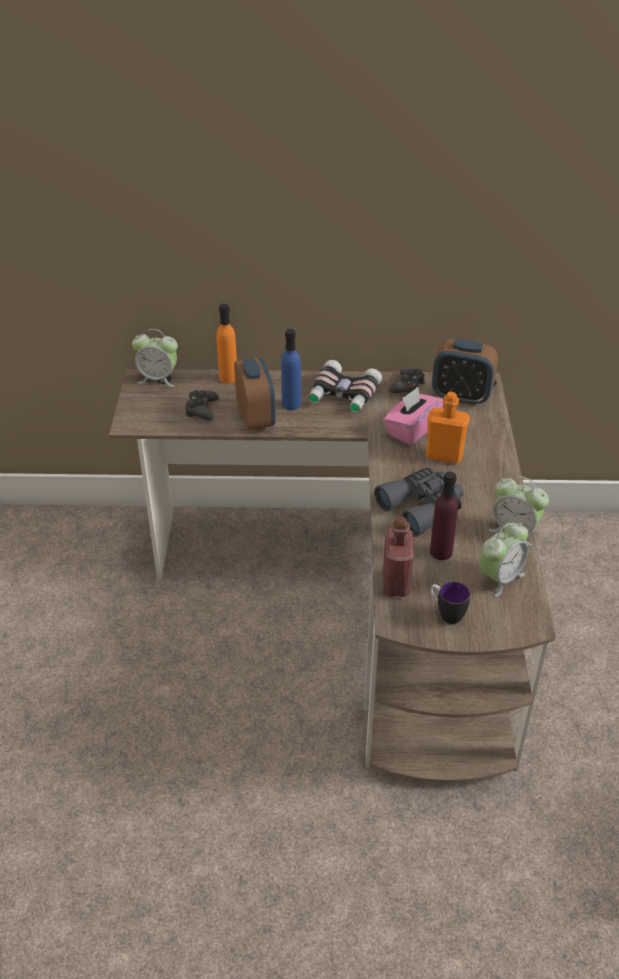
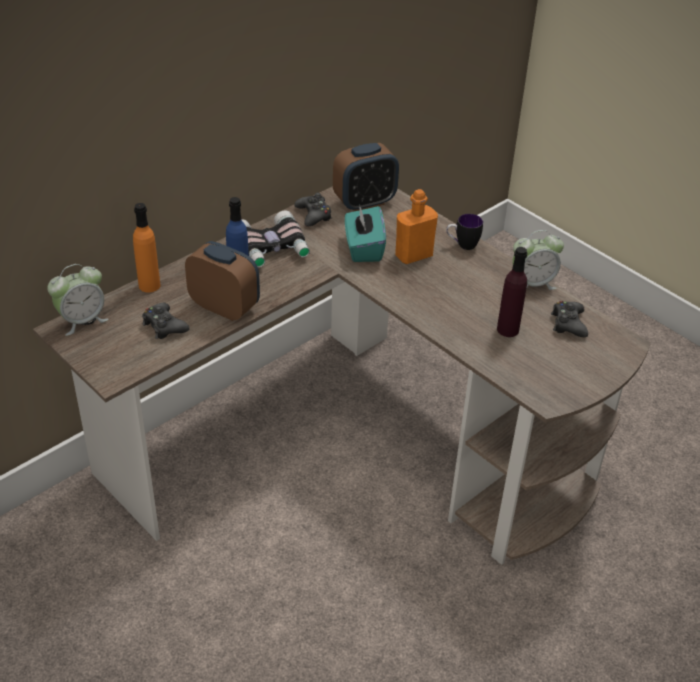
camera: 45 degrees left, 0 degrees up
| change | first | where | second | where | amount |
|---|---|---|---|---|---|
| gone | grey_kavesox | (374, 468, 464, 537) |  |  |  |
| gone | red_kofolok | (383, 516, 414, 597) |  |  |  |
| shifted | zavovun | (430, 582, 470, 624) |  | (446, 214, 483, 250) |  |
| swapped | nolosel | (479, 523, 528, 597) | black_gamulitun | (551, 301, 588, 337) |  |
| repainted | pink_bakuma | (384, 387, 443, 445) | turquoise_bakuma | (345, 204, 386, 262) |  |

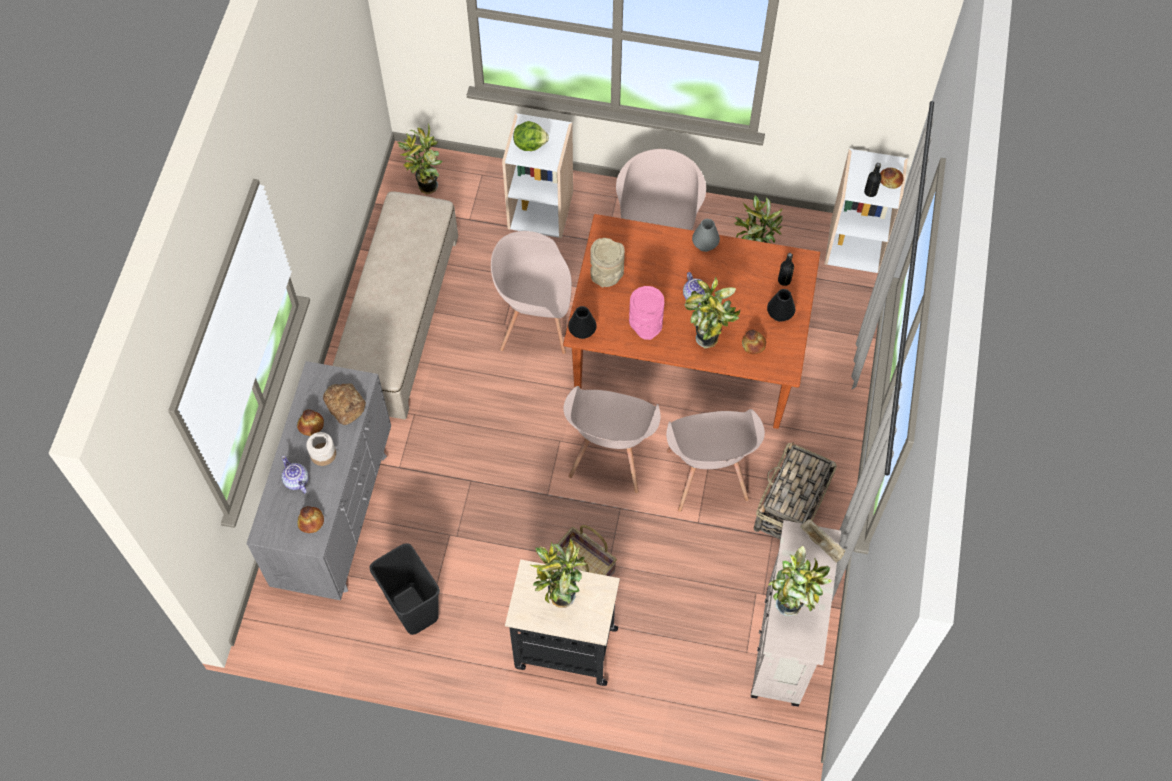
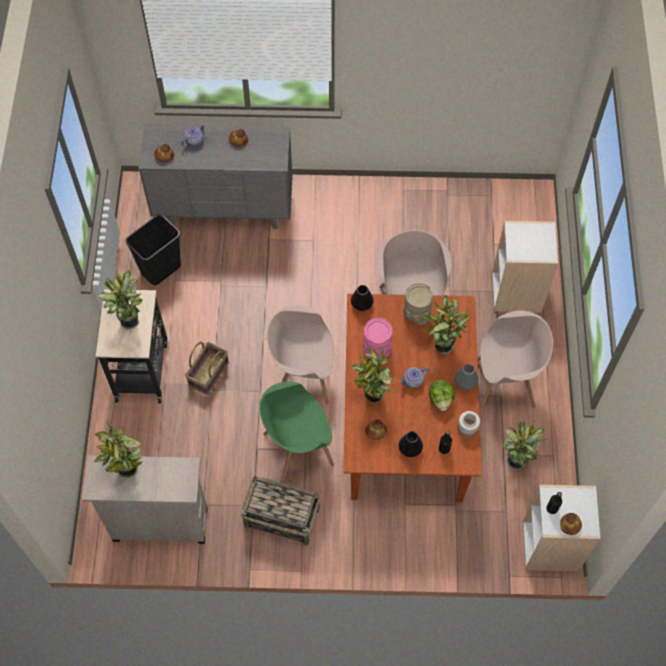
camera: 80 degrees right, 0 degrees up
| change | first | where | second | where | amount |
|---|---|---|---|---|---|
| gone | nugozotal | (323, 383, 366, 425) |  |  |  |
| gone | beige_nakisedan | (332, 191, 458, 420) |  |  |  |
| gone | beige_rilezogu | (800, 519, 845, 563) |  |  |  |
| shifted | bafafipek | (306, 432, 336, 466) |  | (457, 411, 480, 438) |  |
| shifted | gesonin | (397, 123, 443, 194) |  | (424, 294, 470, 354) |  |
| shifted | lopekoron | (513, 121, 549, 151) |  | (429, 380, 455, 411) |  |
| repainted | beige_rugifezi | (666, 409, 765, 512) | green_rugifezi | (260, 382, 334, 483) |  |

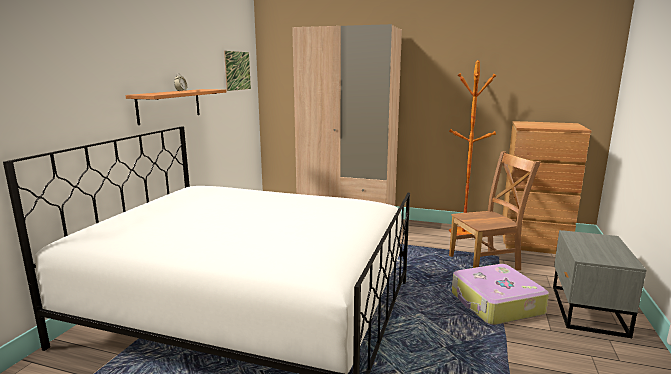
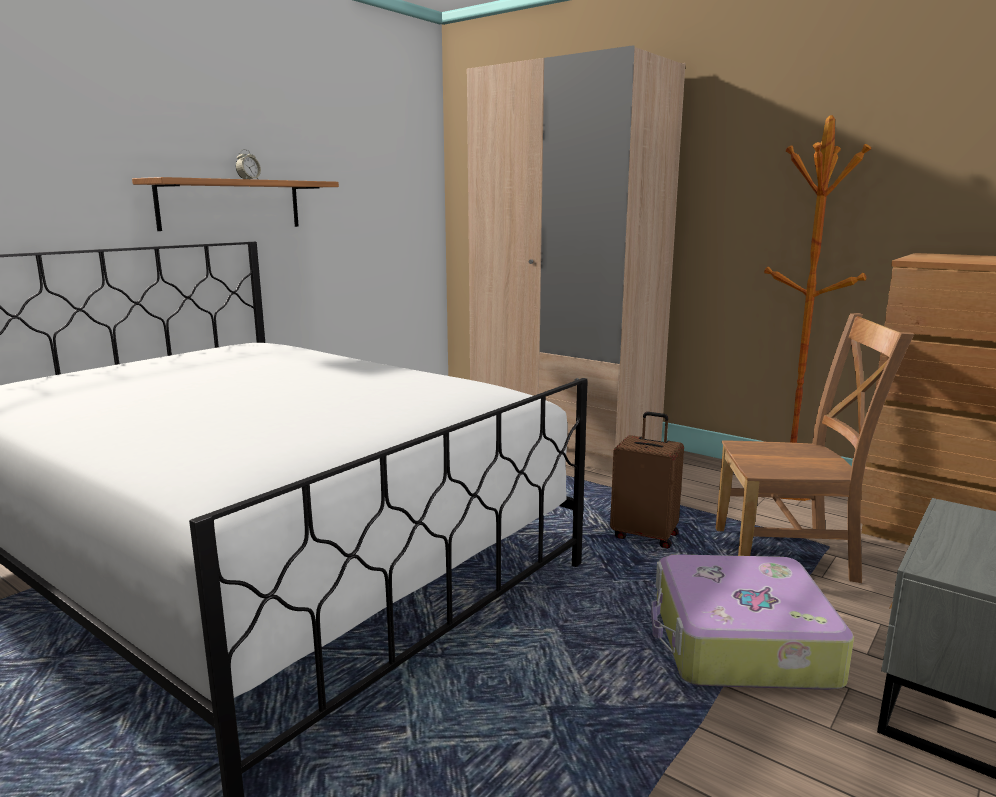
camera: 20 degrees right, 0 degrees up
| change | first | where | second | where | amount |
|---|---|---|---|---|---|
| gone | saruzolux | (224, 51, 251, 91) |  |  |  |
| new |  |  | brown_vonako | (610, 412, 684, 549) |  |

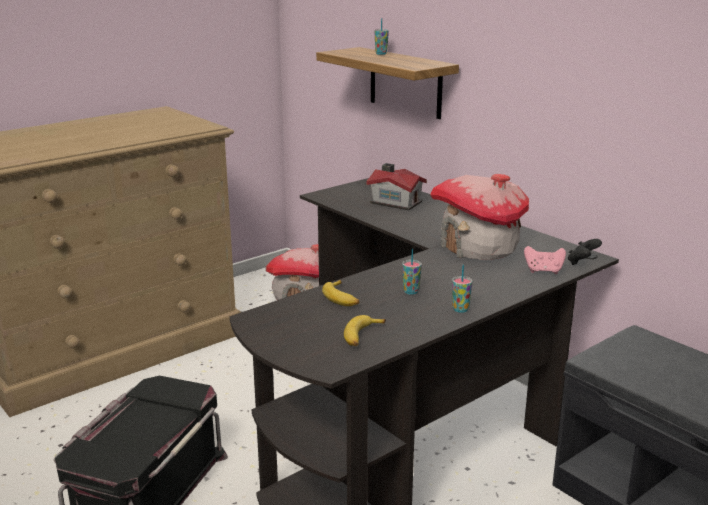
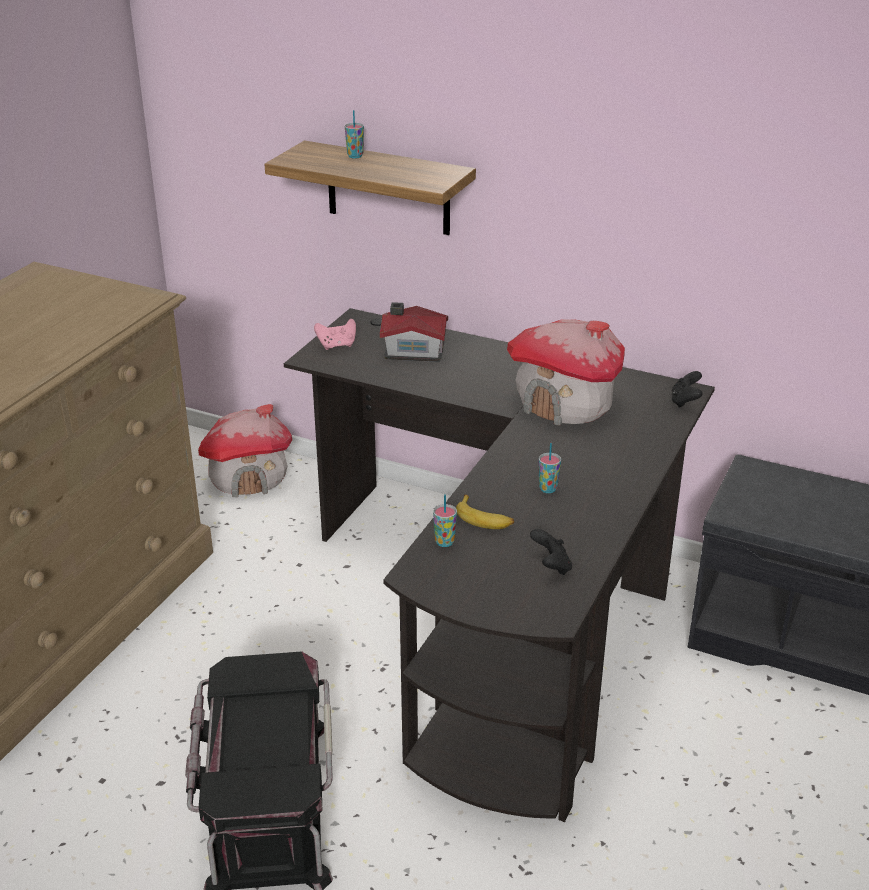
camera: 25 degrees left, 10 degrees up
| change | first | where | second | where | amount |
|---|---|---|---|---|---|
| shifted | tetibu | (452, 265, 472, 313) |  | (433, 494, 457, 547) |  |
| shifted | pink_gamulitun | (524, 246, 566, 274) |  | (314, 319, 356, 350) |  |
| swapped | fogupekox | (344, 315, 386, 346) | black_gamulitun | (530, 529, 572, 575) |  |

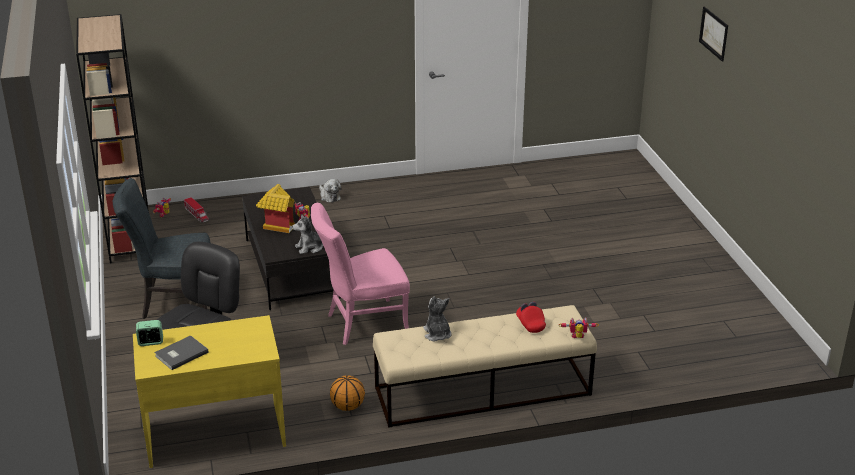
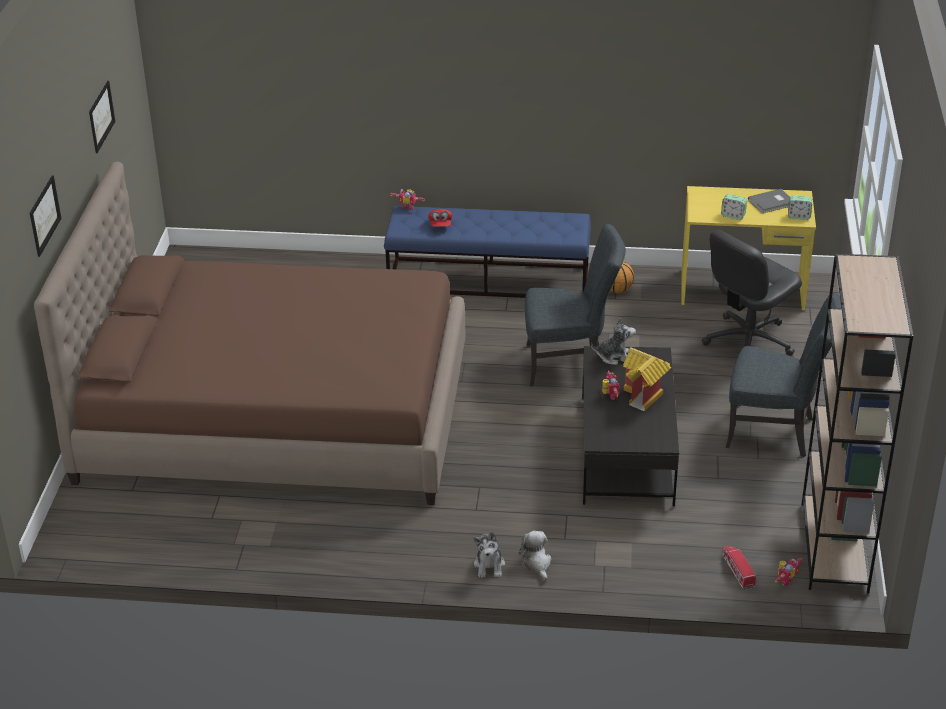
camera: 160 degrees left, 5 degrees up
| change | first | where | second | where | amount |
|---|---|---|---|---|---|
| new |  |  | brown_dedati | (34, 161, 466, 505) |  |
| new |  |  | saruzolux | (89, 81, 115, 153) |  |
| new |  |  | nolosel | (721, 194, 747, 220) |  |
| shifted | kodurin | (423, 296, 452, 342) |  | (473, 532, 505, 578) |  |
| repainted | pink_rugifezi | (311, 203, 410, 345) | grey_rugifezi | (525, 224, 626, 386) |  |
| repainted | beige_nakisedan | (373, 305, 597, 428) | blue_nakisedan | (384, 206, 591, 298) |  |

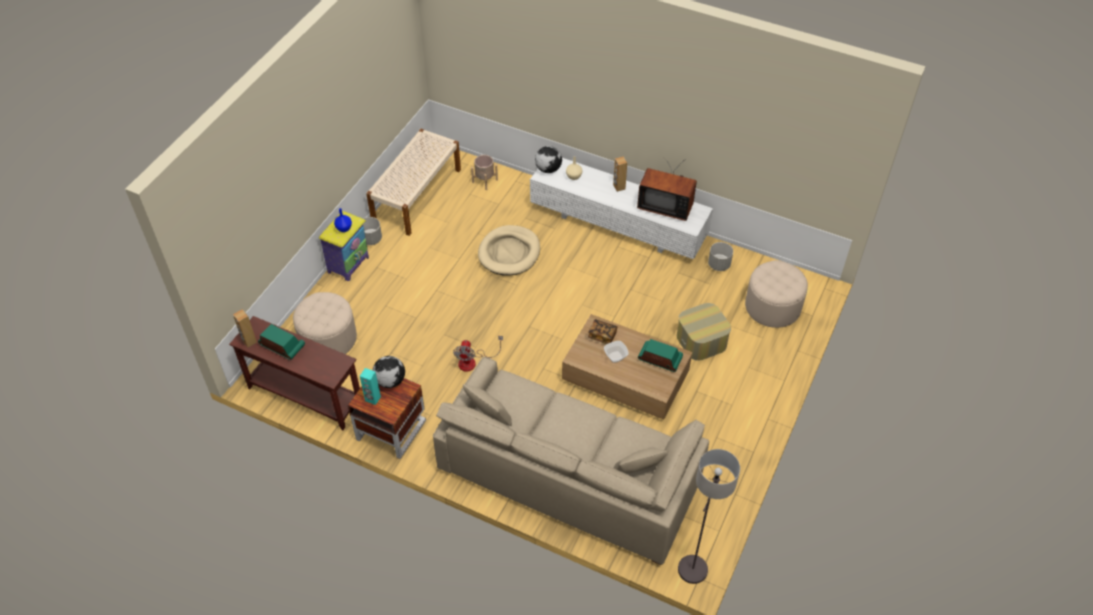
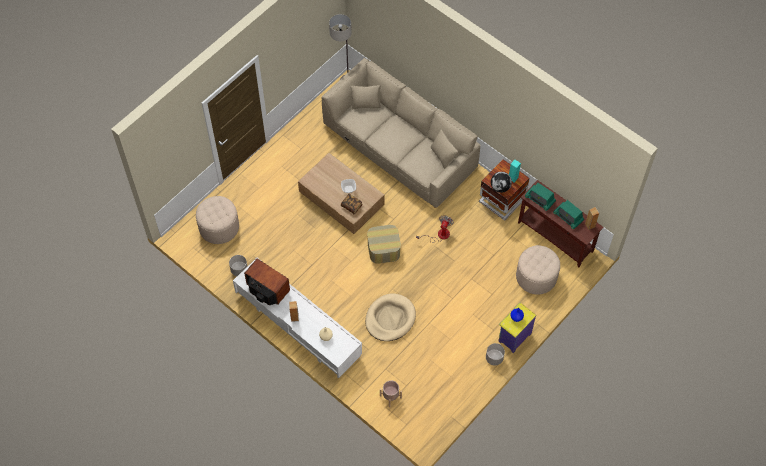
camera: 165 degrees left, 10 degrees up
| change | first | where | second | where | amount |
|---|---|---|---|---|---|
| gone | beige_nakisedan | (366, 129, 461, 236) |  |  |  |
| gone | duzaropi | (535, 146, 562, 173) |  |  |  |
| shifted | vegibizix | (638, 339, 683, 372) |  | (525, 183, 556, 211) |  |
| shifted | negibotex | (676, 303, 731, 361) |  | (367, 225, 401, 264) |  |

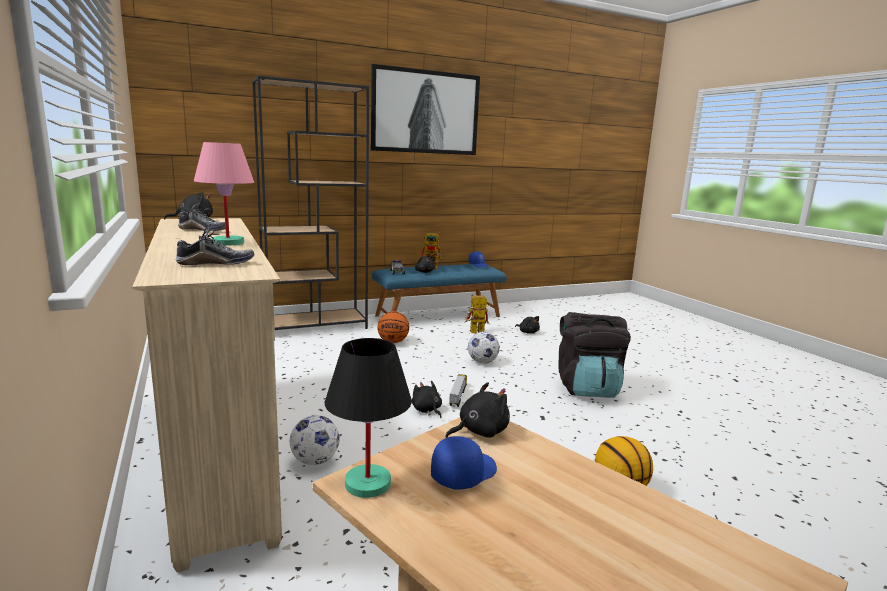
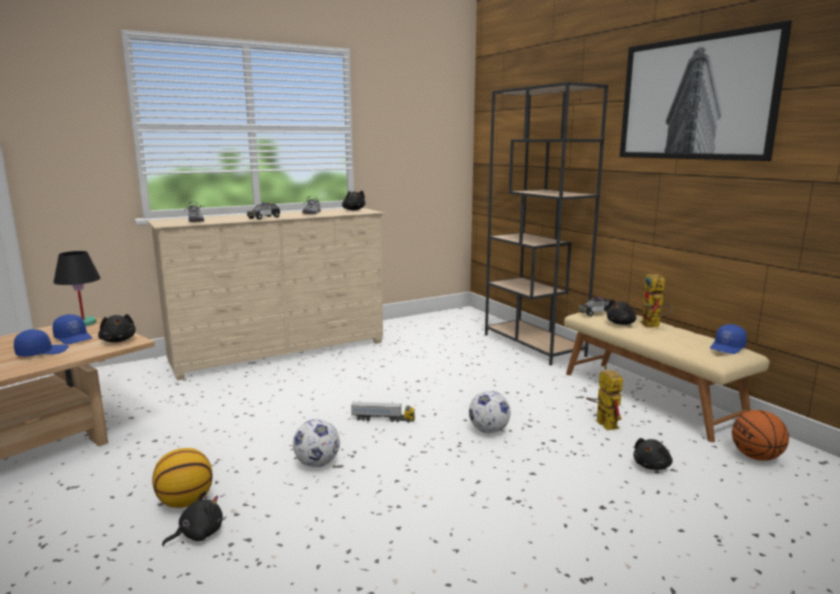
camera: 85 degrees right, 0 degrees up
| change | first | where | second | where | amount |
|---|---|---|---|---|---|
| gone | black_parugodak | (559, 312, 631, 398) |  |  |  |
| new |  |  | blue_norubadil | (14, 329, 69, 356) |  |
| shifted | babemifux | (290, 415, 340, 465) |  | (293, 419, 340, 467) |  |
| shifted | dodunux | (377, 311, 409, 343) |  | (732, 410, 789, 461) |  |
| shifted | black_kodurin | (412, 381, 442, 418) |  | (162, 491, 223, 546) |  |
| swapped | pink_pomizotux | (194, 142, 254, 246) | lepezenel | (247, 203, 280, 220) |  |
| repainted | blue_nakisedan | (372, 264, 507, 317) | beige_nakisedan | (564, 311, 769, 442) |  |

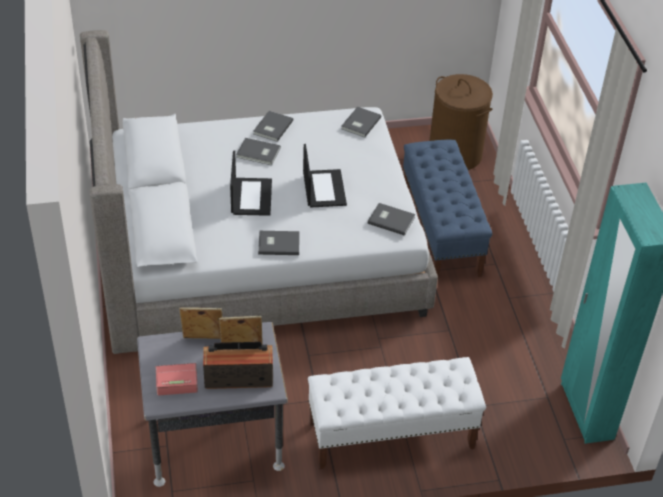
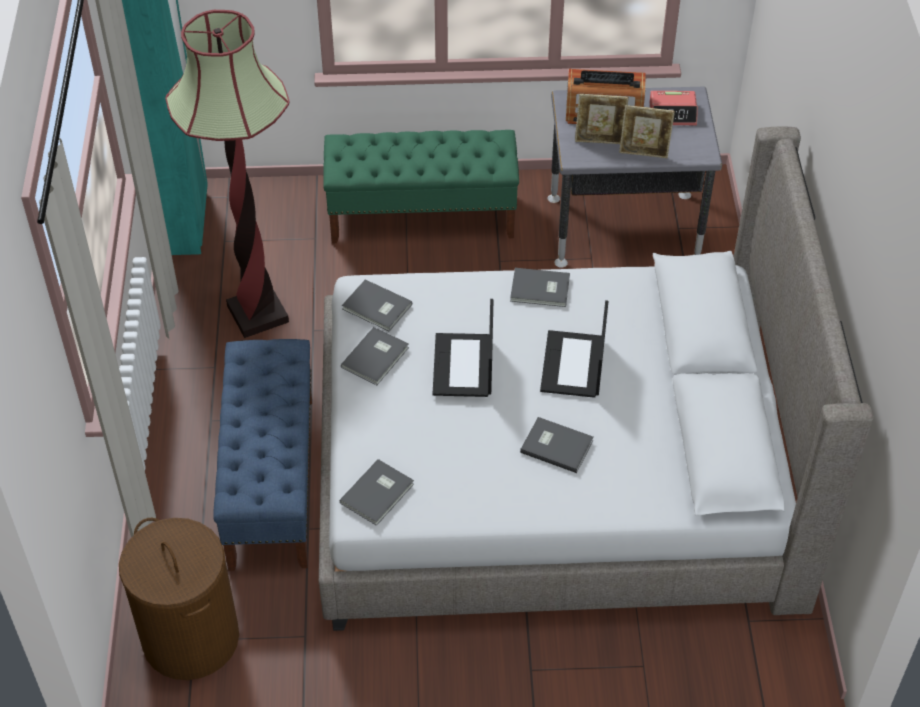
camera: 170 degrees left, 5 degrees up
| change | first | where | second | where | amount |
|---|---|---|---|---|---|
| new |  |  | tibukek | (165, 10, 290, 338) |  |
| shifted | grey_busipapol | (253, 111, 293, 142) |  | (341, 327, 409, 385) |  |
| repainted | white_nakisedan | (308, 357, 486, 469) | green_nakisedan | (323, 130, 519, 243) |  |

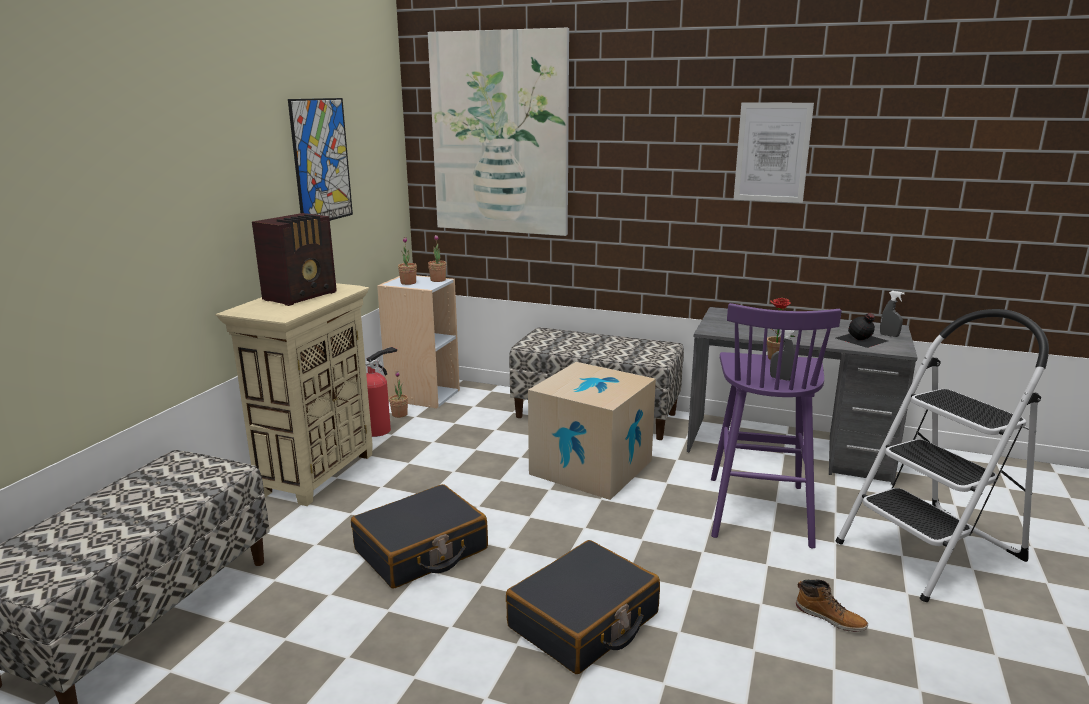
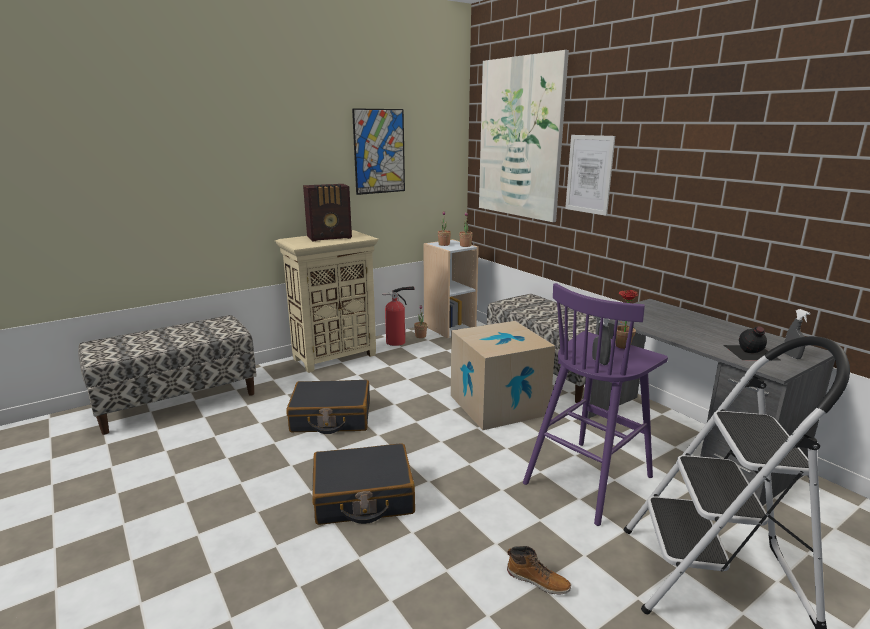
camera: 35 degrees right, 0 degrees up
| change | first | where | second | where | amount |
|---|---|---|---|---|---|
| shifted | saruzolux | (733, 102, 814, 203) |  | (565, 135, 615, 216) |  |
| rotated | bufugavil | (796, 580, 868, 632) |  | (507, 546, 571, 595) | 45 degrees counterclockwise |

